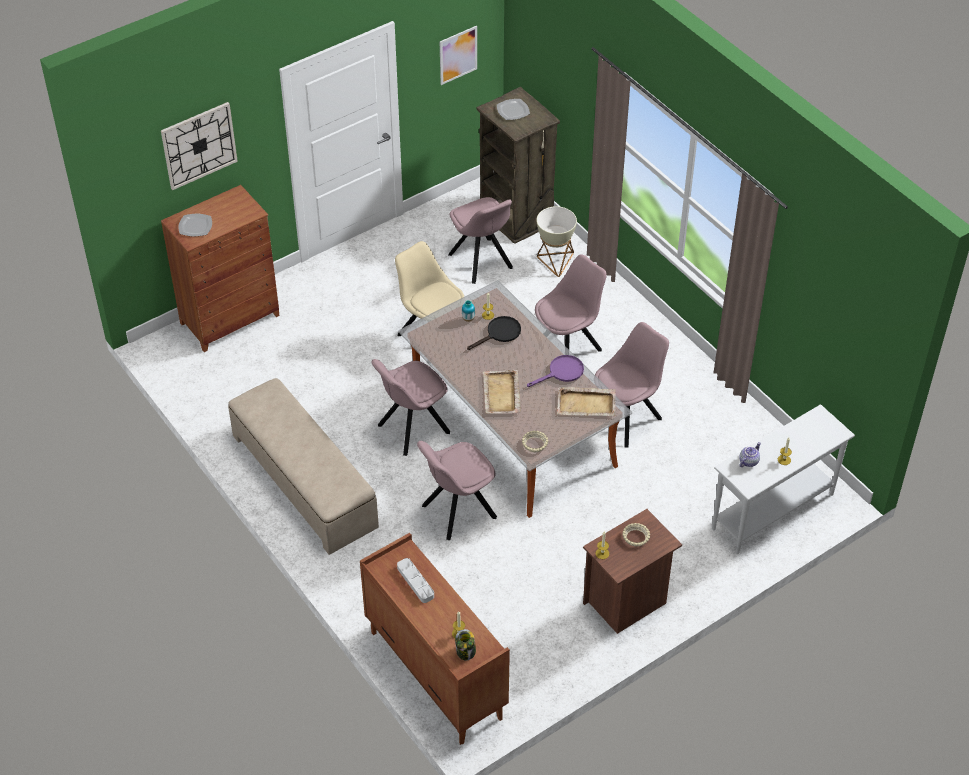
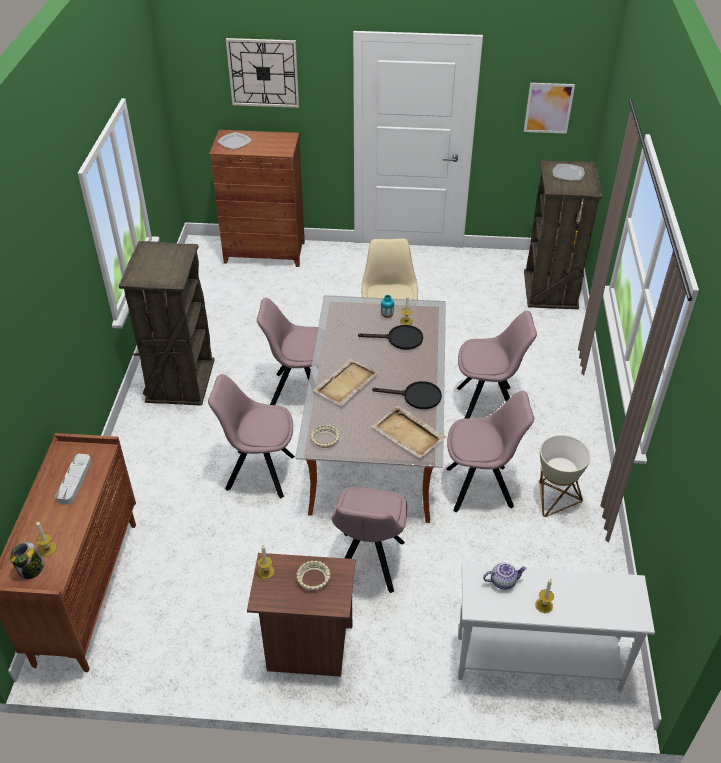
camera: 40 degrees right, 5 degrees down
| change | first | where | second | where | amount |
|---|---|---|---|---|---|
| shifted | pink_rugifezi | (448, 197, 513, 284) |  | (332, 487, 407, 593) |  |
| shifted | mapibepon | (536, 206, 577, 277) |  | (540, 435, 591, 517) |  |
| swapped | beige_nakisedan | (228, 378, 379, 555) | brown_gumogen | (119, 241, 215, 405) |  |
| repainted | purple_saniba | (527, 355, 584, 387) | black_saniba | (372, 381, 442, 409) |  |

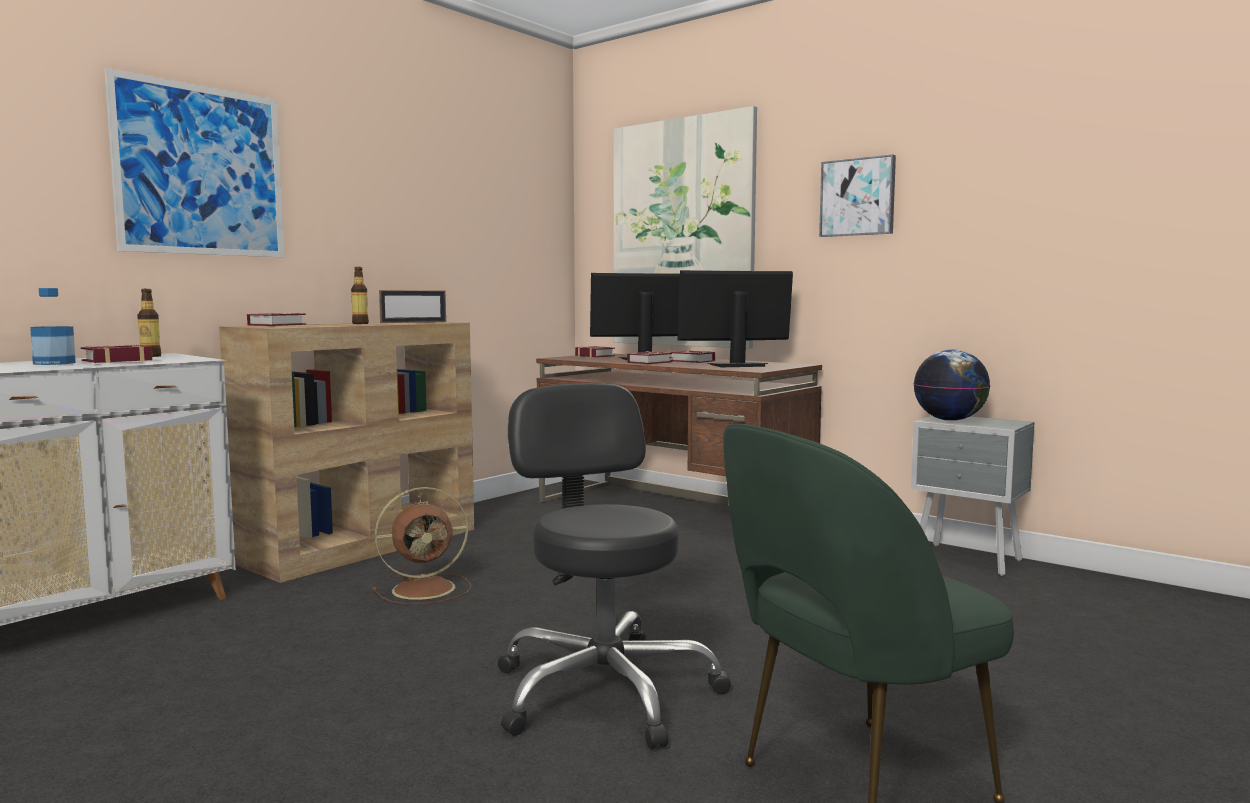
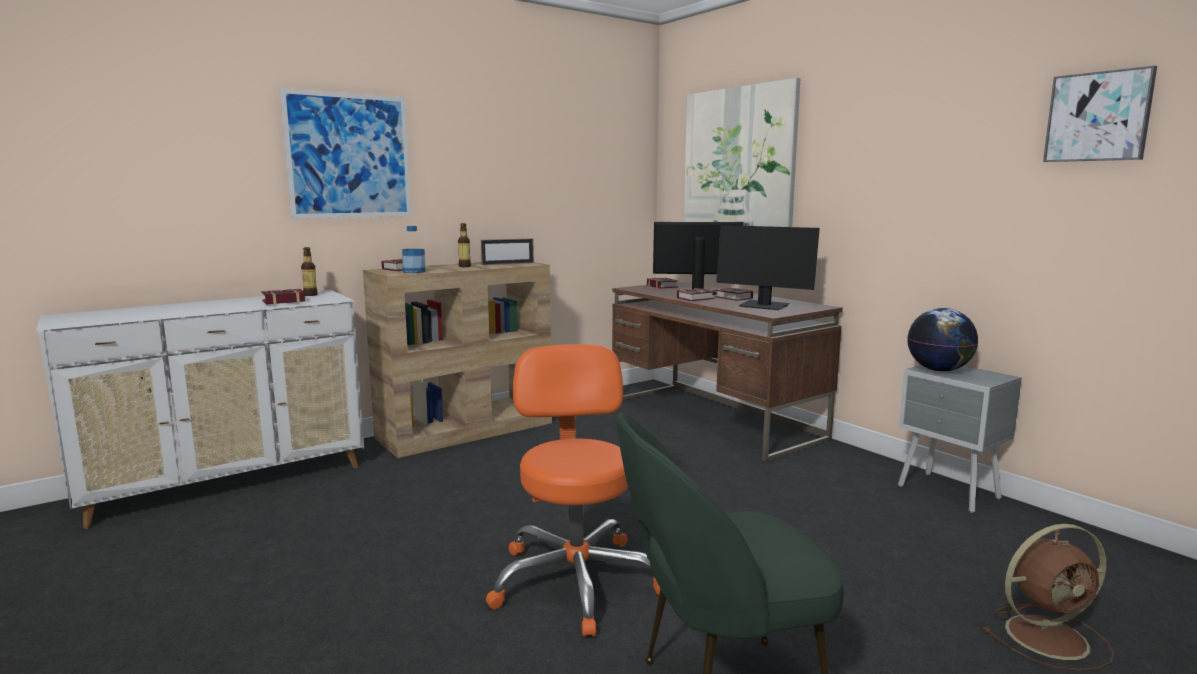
camera: 15 degrees right, 5 degrees up
| change | first | where | second | where | amount |
|---|---|---|---|---|---|
| shifted | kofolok | (30, 288, 76, 365) |  | (402, 226, 426, 273) |  |
| shifted | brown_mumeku | (372, 487, 471, 604) |  | (983, 524, 1114, 671) |  |
| shifted | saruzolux | (819, 154, 896, 237) |  | (1043, 66, 1157, 162) |  |
| repainted | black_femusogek | (498, 383, 731, 749) | orange_femusogek | (486, 344, 660, 637) |  |
| rotated | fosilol | (678, 270, 793, 367) |  | (716, 225, 820, 310) | 150 degrees counterclockwise |

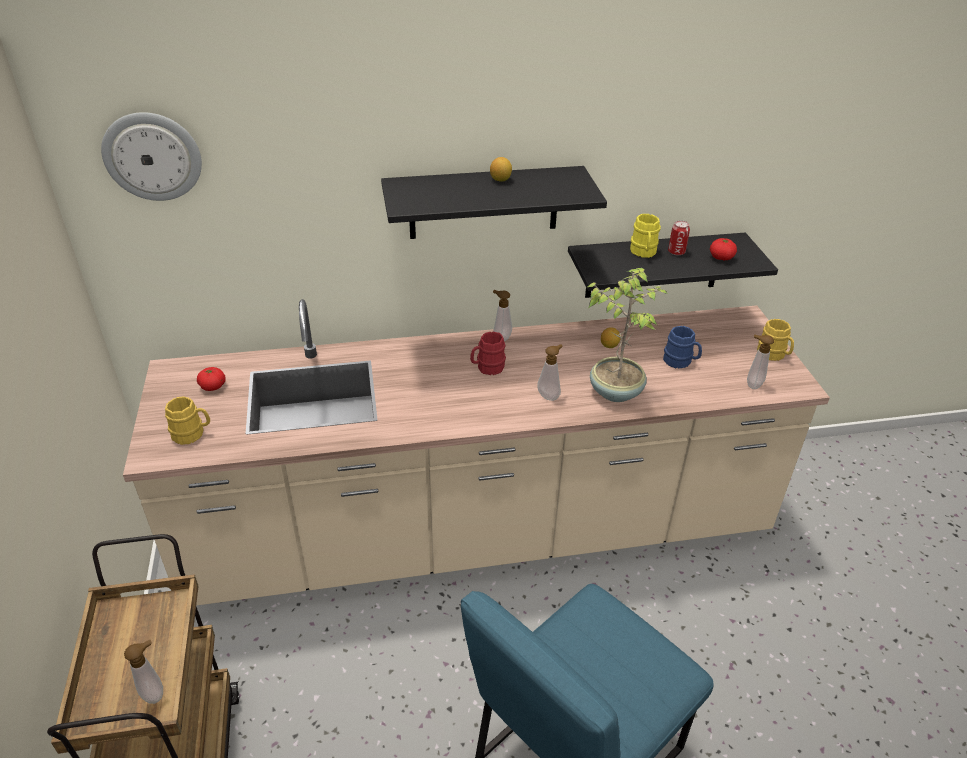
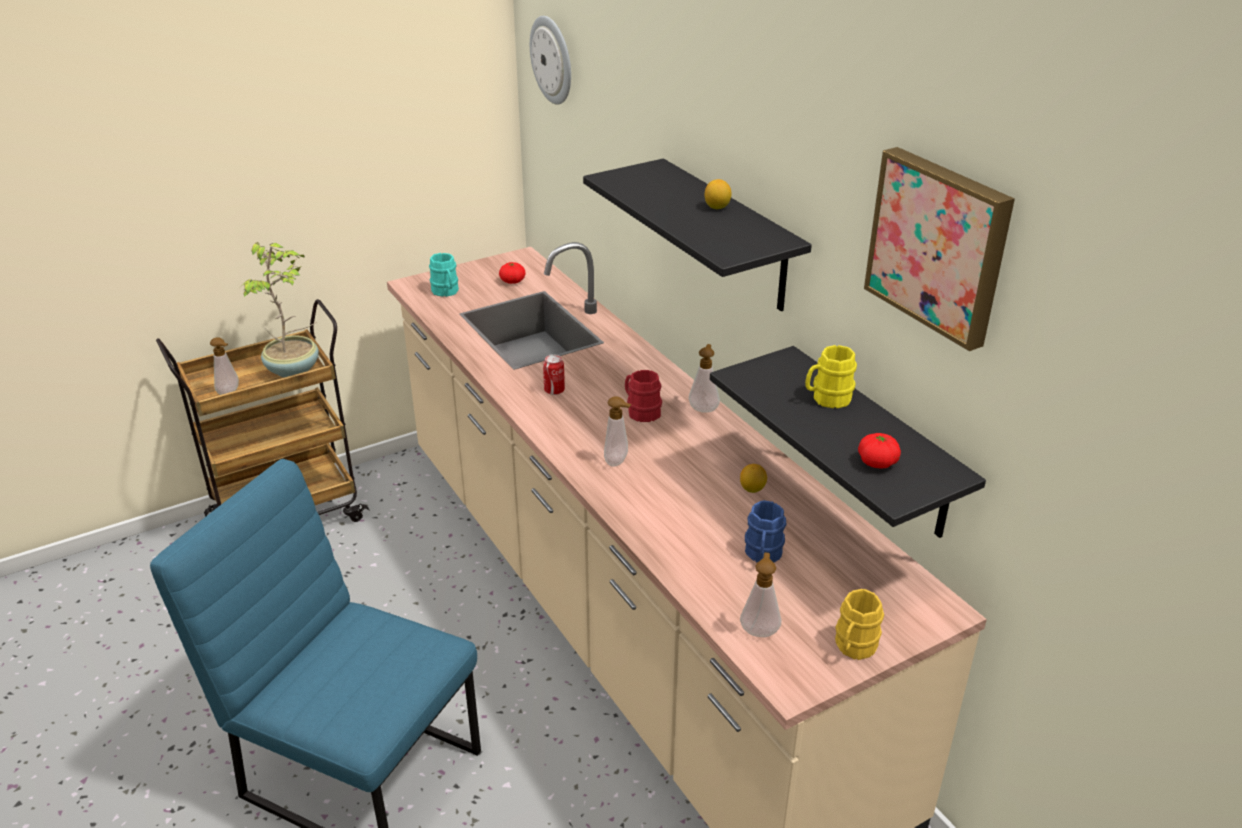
camera: 70 degrees right, 5 degrees down
| change | first | where | second | where | amount |
|---|---|---|---|---|---|
| new |  |  | saruzolux | (864, 147, 1015, 351) |  |
| shifted | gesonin | (586, 268, 667, 402) |  | (242, 242, 319, 378) |  |
| shifted | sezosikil | (668, 220, 690, 256) |  | (543, 354, 565, 395) |  |
| repainted | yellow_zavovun | (165, 396, 210, 445) | turquoise_zavovun | (429, 253, 459, 297) |  |

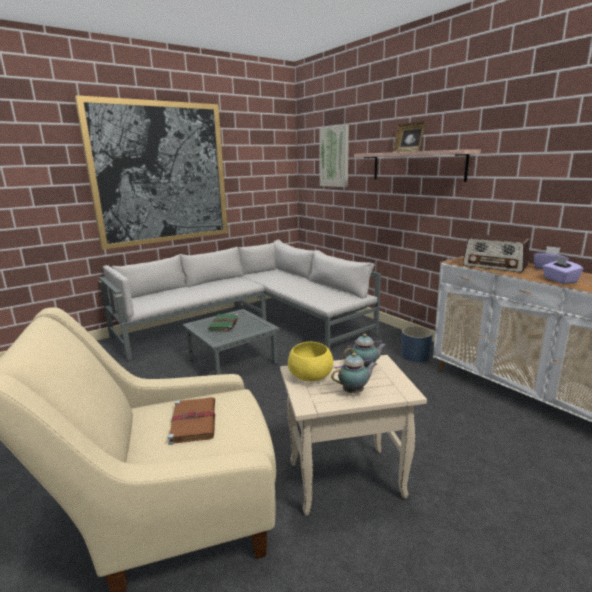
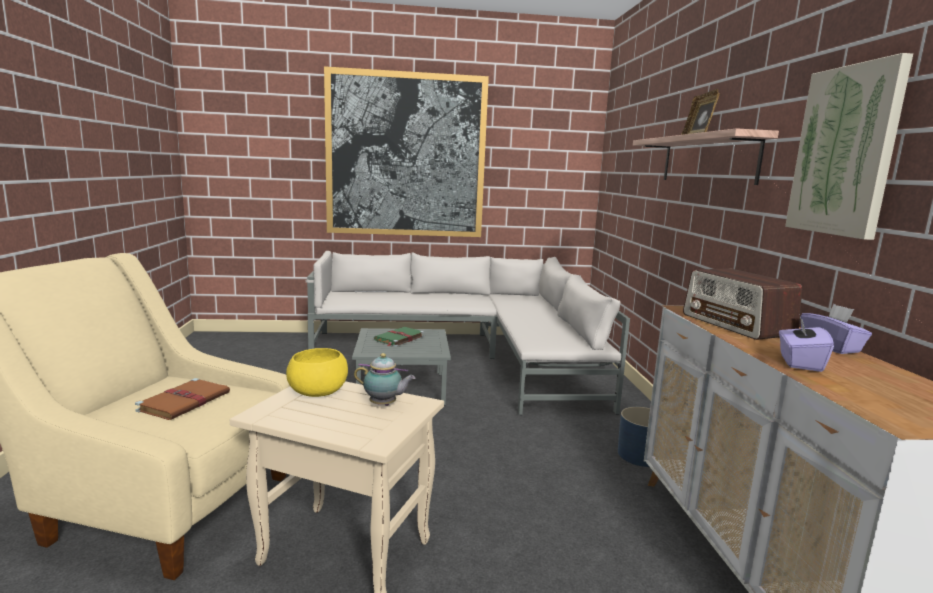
camera: 30 degrees right, 5 degrees down
| change | first | where | second | where | amount |
|---|---|---|---|---|---|
| gone | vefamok | (331, 353, 377, 393) |  |  |  |
| shifted | saruzolux | (319, 125, 349, 187) |  | (785, 53, 913, 240) |  |

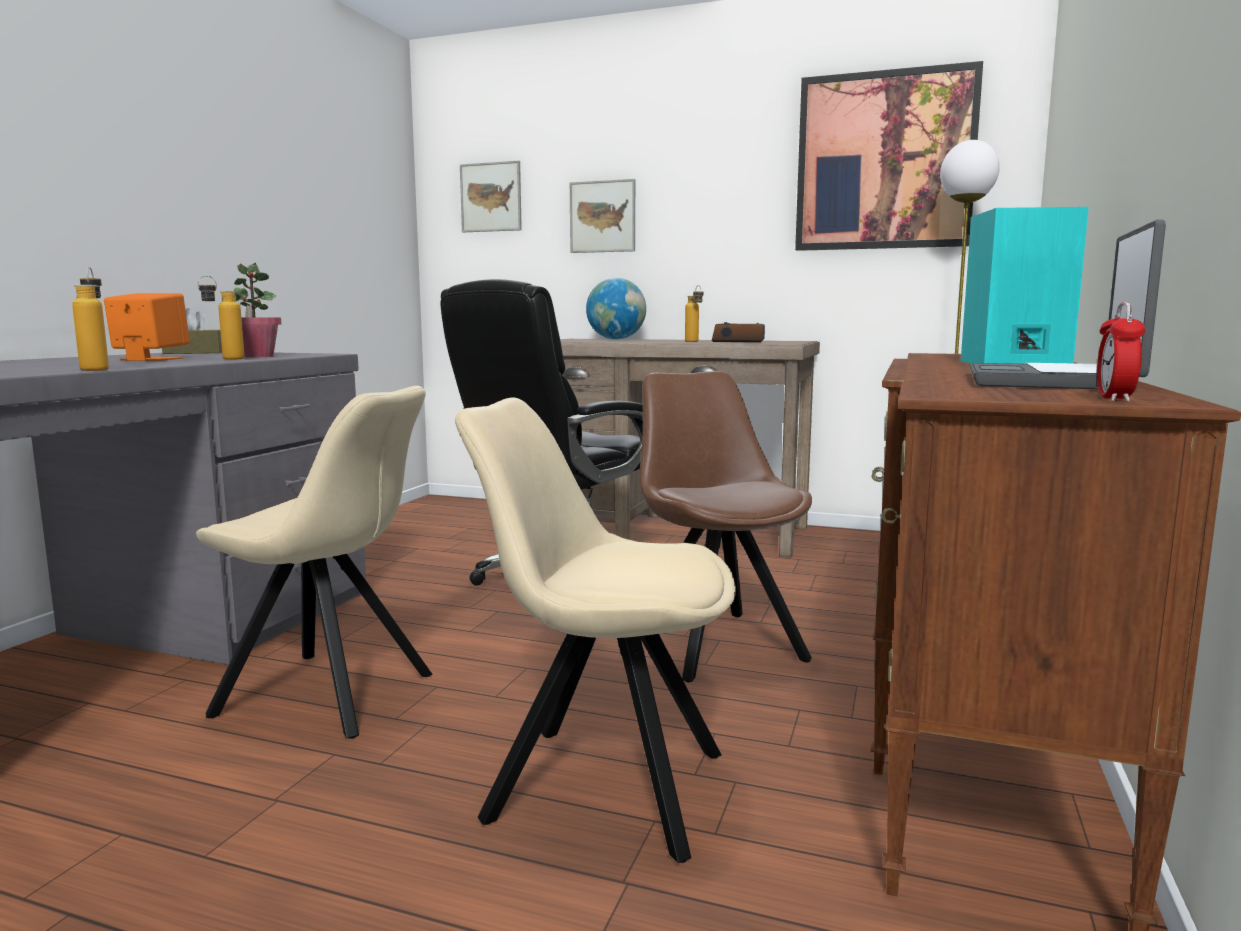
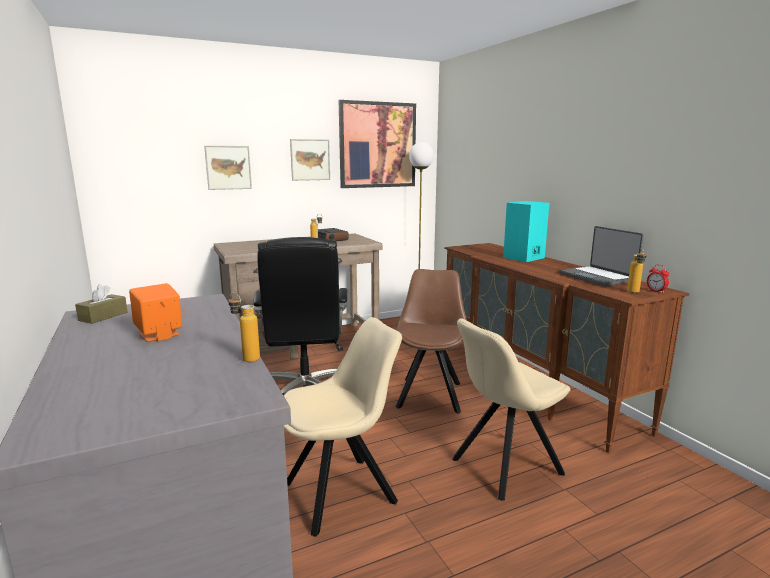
camera: 45 degrees left, 5 degrees up
| change | first | where | second | where | amount |
|---|---|---|---|---|---|
| gone | gesonin | (234, 263, 281, 357) |  |  |  |
| gone | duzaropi | (586, 278, 646, 340) |  |  |  |
| shifted | kofolok | (197, 275, 245, 360) |  | (627, 249, 647, 293) |  |
| shifted | saruzolux | (460, 160, 522, 232) |  | (290, 139, 330, 181) |  |
| rotated | brown_rugifezi | (639, 371, 812, 682) |  | (396, 269, 467, 414) | 75 degrees clockwise |

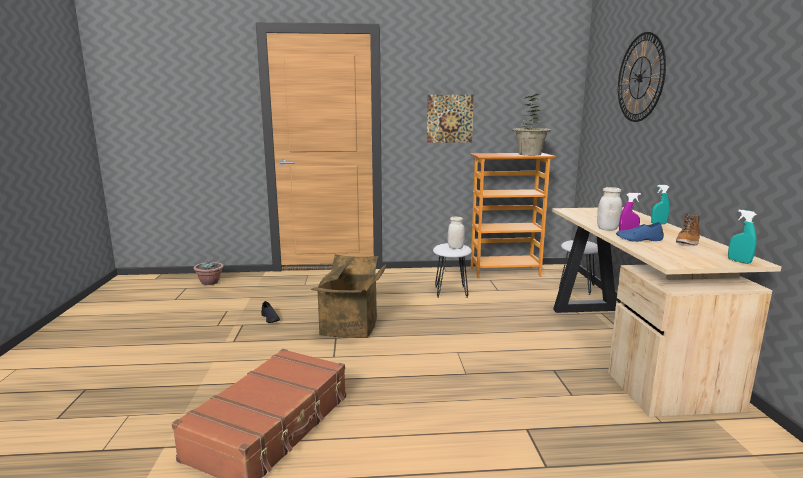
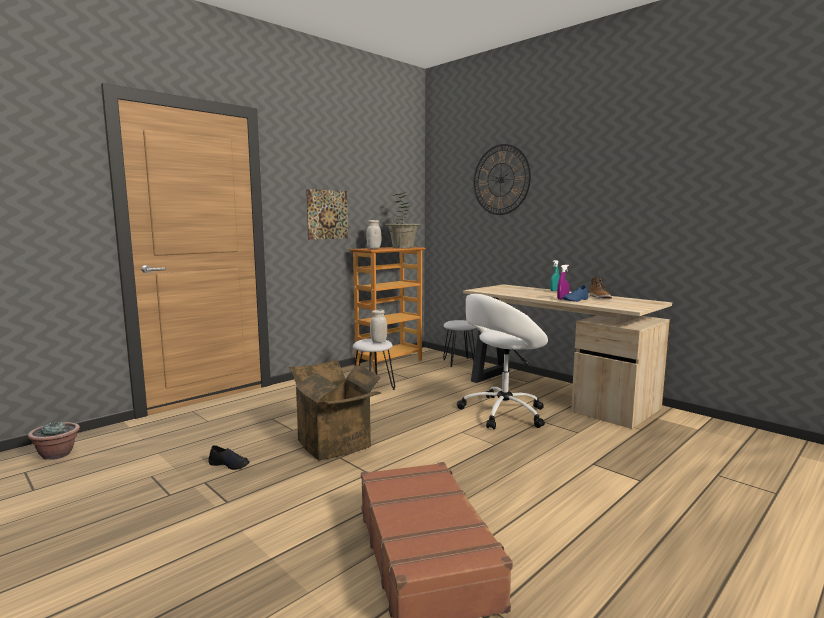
camera: 40 degrees left, 5 degrees down
| change | first | where | second | where | amount |
|---|---|---|---|---|---|
| gone | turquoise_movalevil | (728, 210, 757, 264) |  |  |  |
| new |  |  | white_femusogek | (457, 294, 548, 429) |  |
| shifted | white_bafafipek | (597, 187, 622, 231) |  | (366, 220, 381, 249) |  |

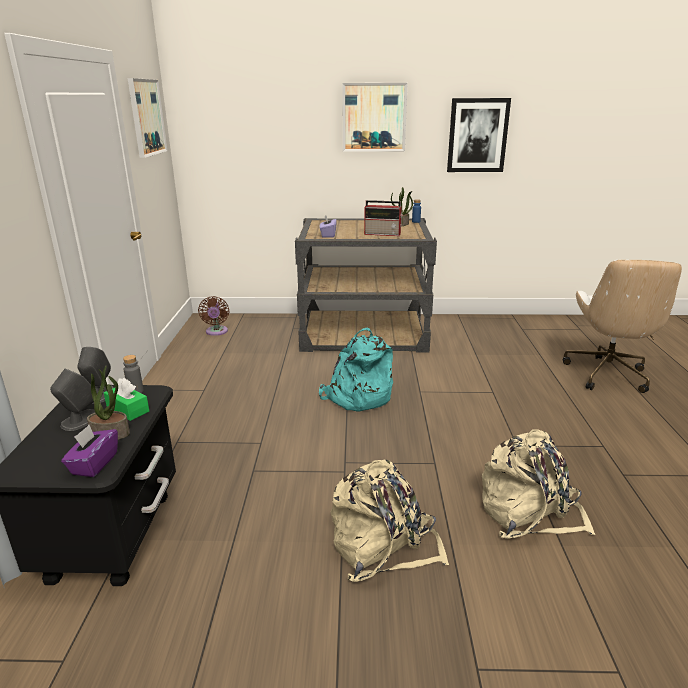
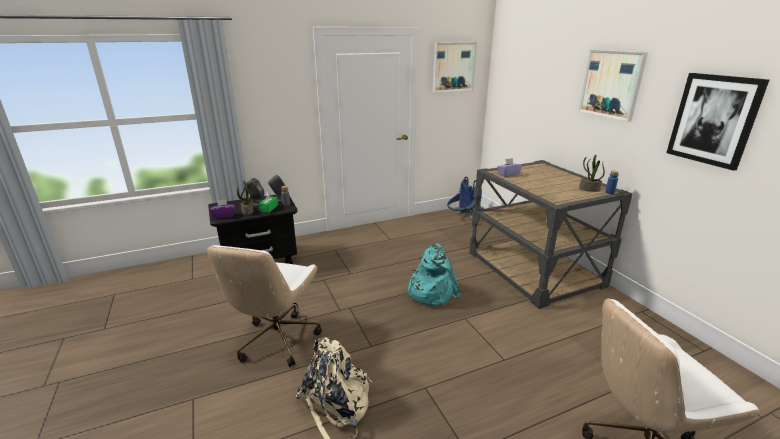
camera: 65 degrees right, 0 degrees up
| change | first | where | second | where | amount |
|---|---|---|---|---|---|
| gone | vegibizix | (364, 200, 403, 236) |  |  |  |
| swapped | brown_mumeku | (198, 296, 229, 336) | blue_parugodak | (447, 176, 482, 219) |  |
| swapped | beige_parugodak | (331, 459, 449, 582) | white_femusogek | (207, 245, 322, 367) |  |

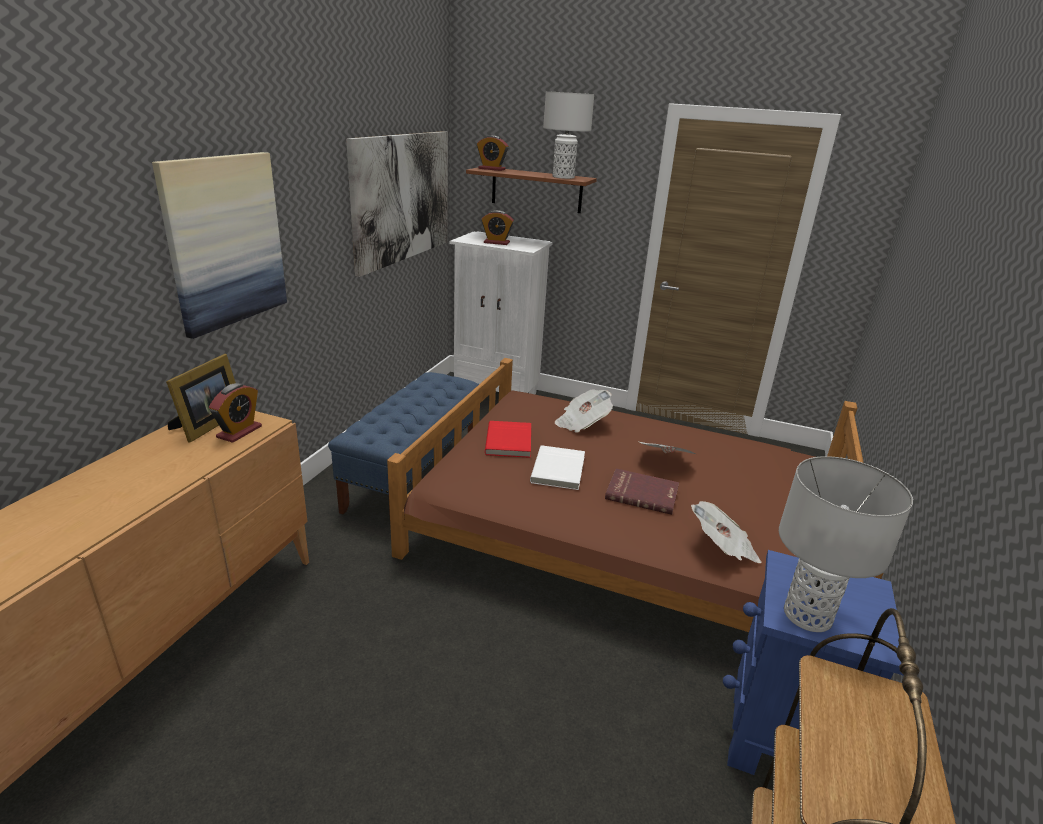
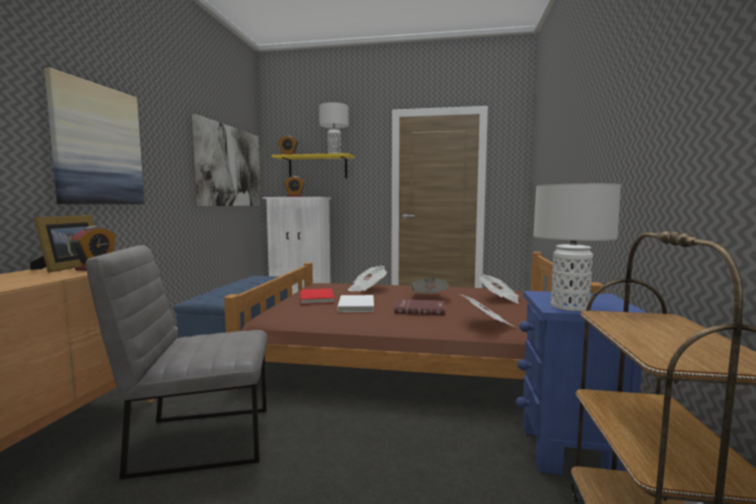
camera: 10 degrees left, 20 degrees down
| change | first | where | second | where | amount |
|---|---|---|---|---|---|
| new |  |  | grey_rugifezi | (86, 245, 267, 479) |  |
| new |  |  | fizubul | (479, 273, 519, 303) |  |
| repainted | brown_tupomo | (466, 168, 597, 213) | yellow_tupomo | (272, 153, 355, 178) |  |

